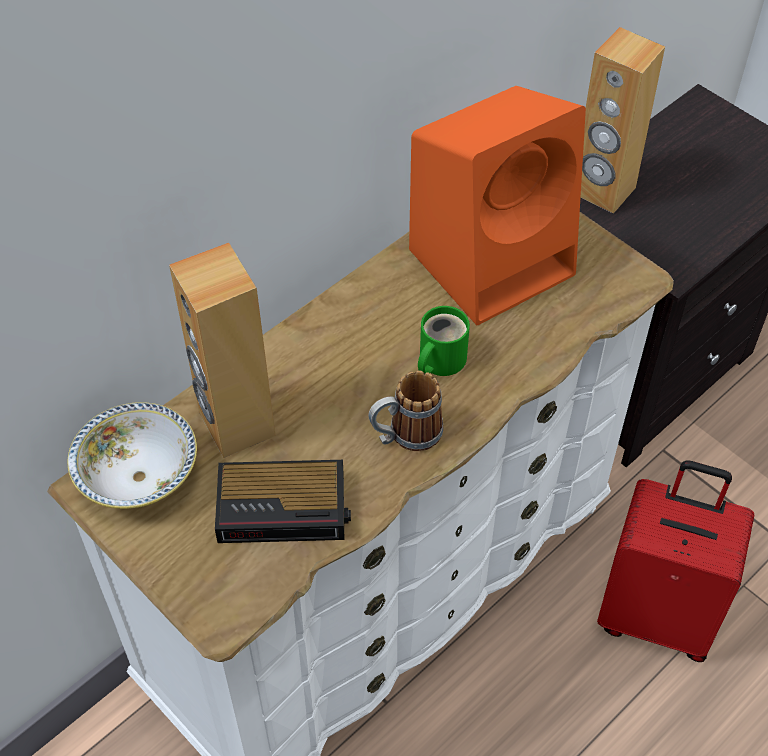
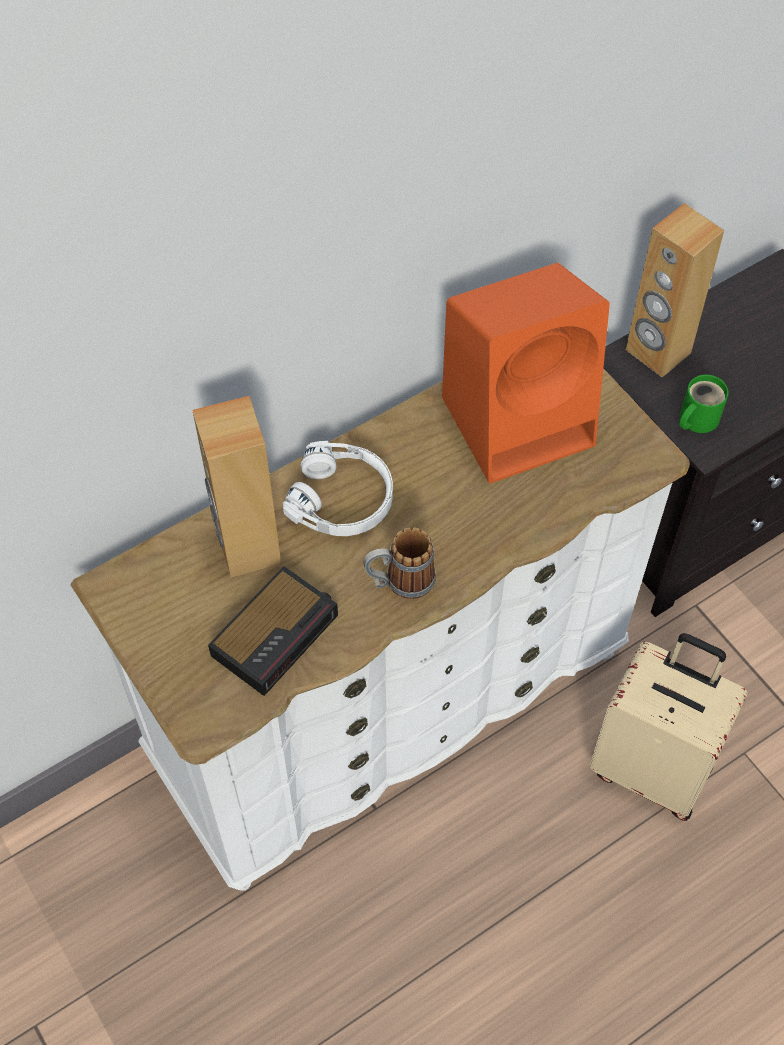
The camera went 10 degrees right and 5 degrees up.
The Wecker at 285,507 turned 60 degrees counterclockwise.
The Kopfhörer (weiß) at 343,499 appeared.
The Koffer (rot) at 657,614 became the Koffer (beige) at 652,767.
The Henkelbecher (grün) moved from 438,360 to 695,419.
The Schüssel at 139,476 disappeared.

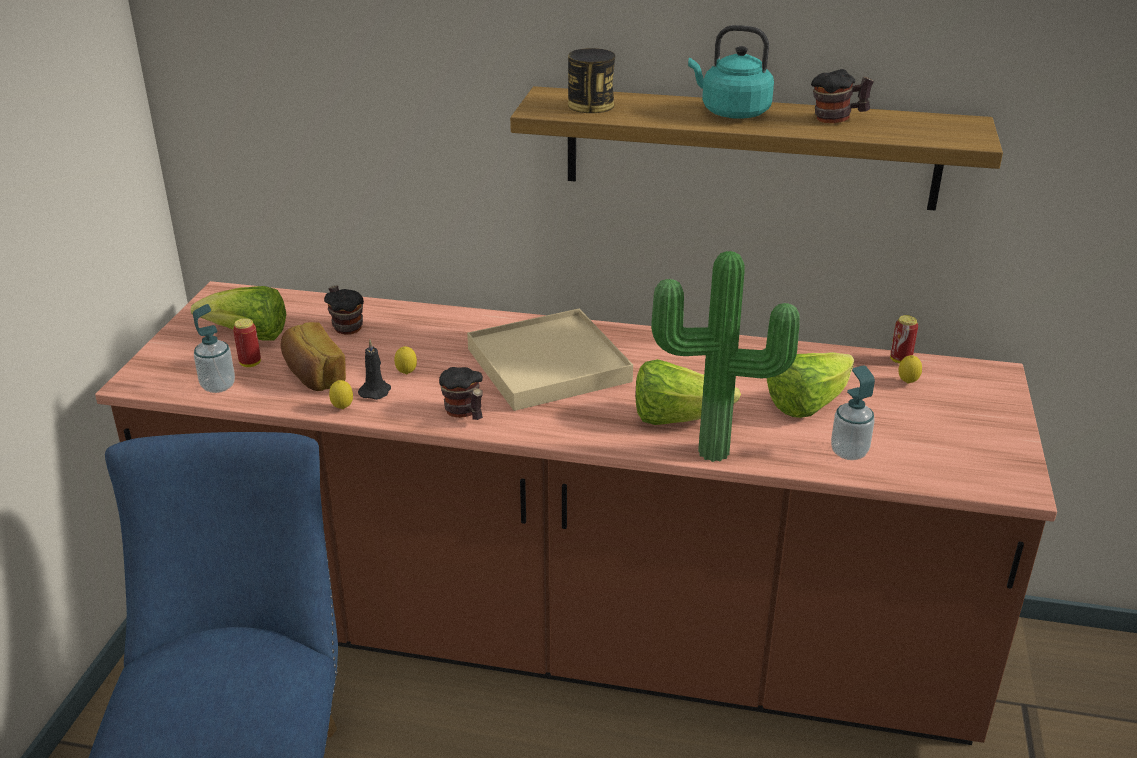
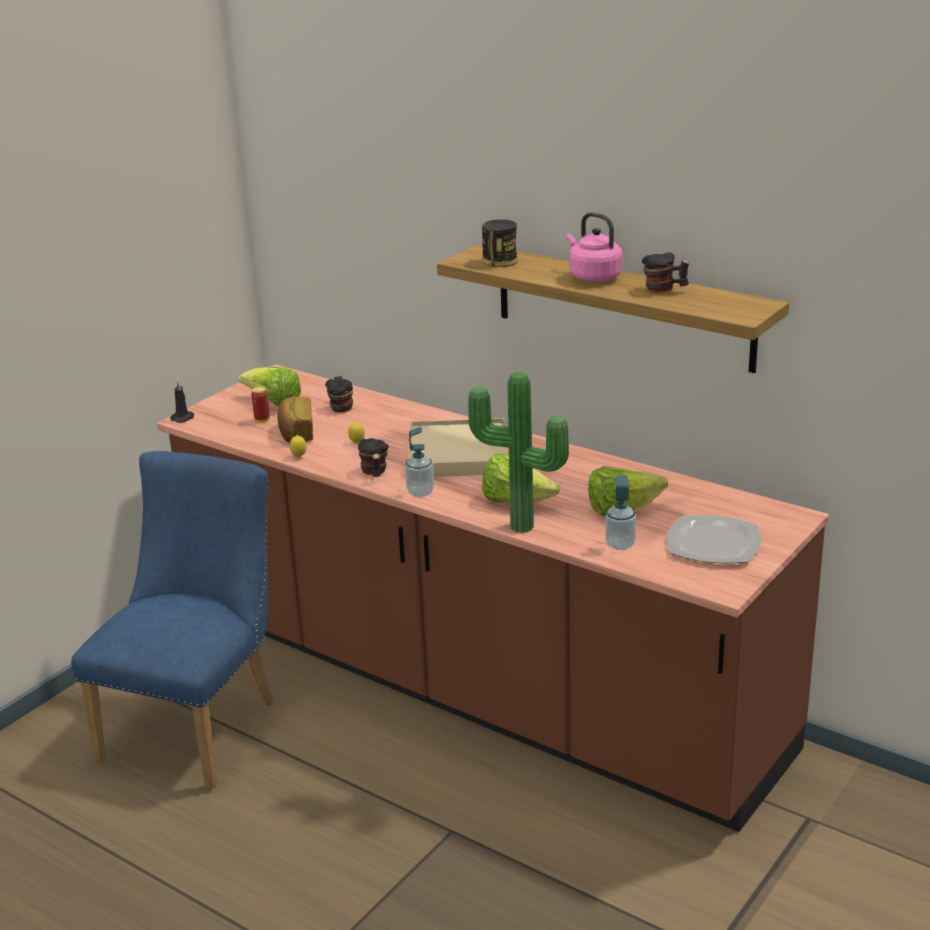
The camera went 25 degrees right and 5 degrees down.
The Kerze (schwarz) moved from 375,391 to 183,418.
The Seifenspender moved from 218,386 to 420,492.
The Wasserkessel (türkis) at 731,112 became the Wasserkessel (rosa) at 593,277.
The Teller at 714,543 appeared.
The Dose at 900,360 disappeared.
The Zitrone at 907,383 disappeared.

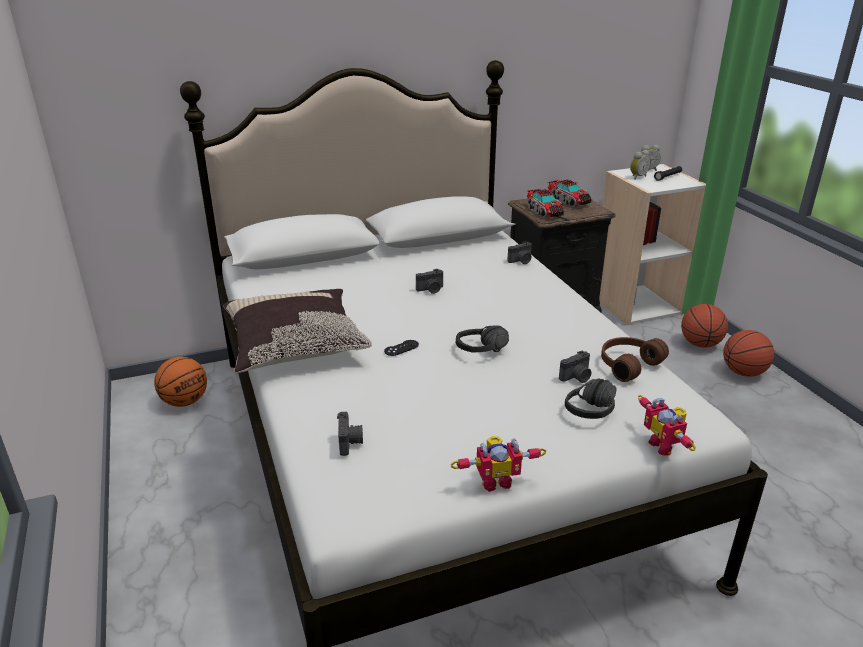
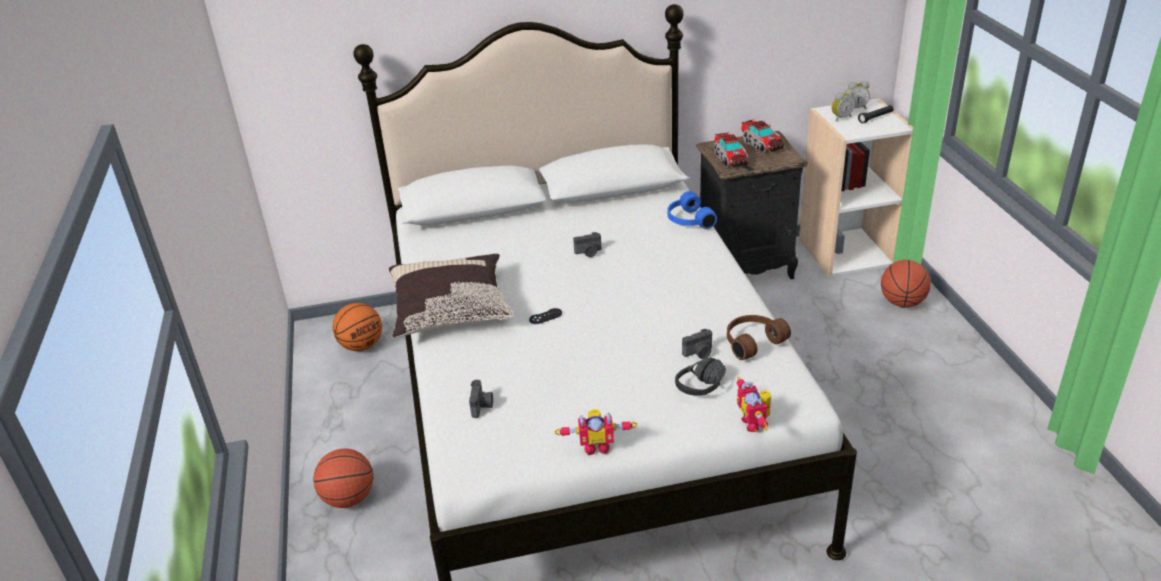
The camera went 10 degrees right and 5 degrees up.
The Basketball moved from 743,372 to 348,498.
The Kamera at 521,261 was replaced by the Kopfhörer (blau) at 688,220.
The Kopfhörer (schwarz) at 485,353 disappeared.

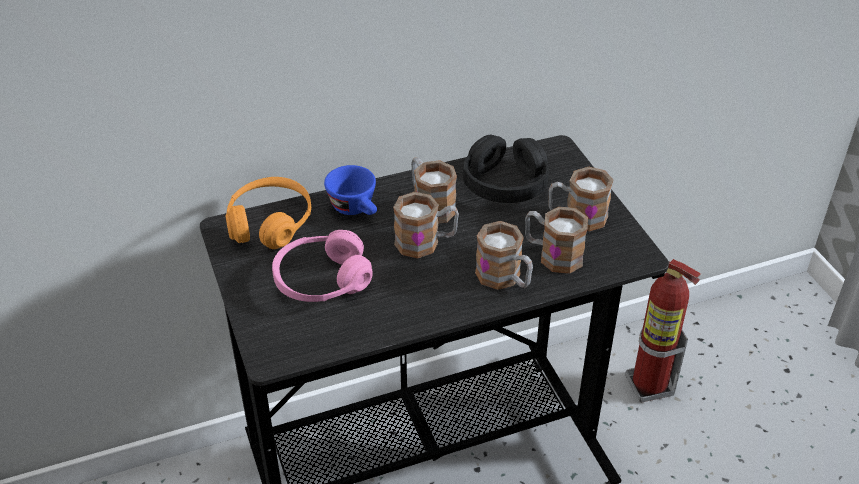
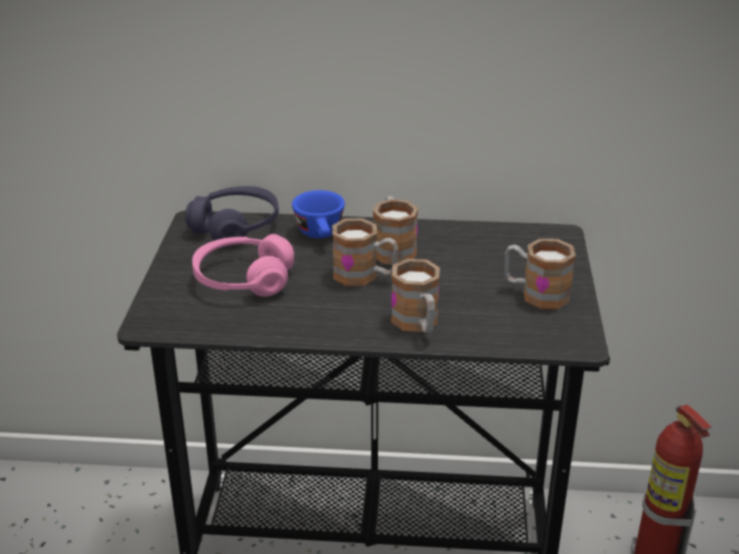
The camera went 25 degrees right and 10 degrees down.
The Kopfhörer (orange) at 270,223 became the Kopfhörer (lila) at 235,227.
The Kopfhörer (schwarz) at 505,182 disappeared.
The Henkelbecher at 552,255 disappeared.

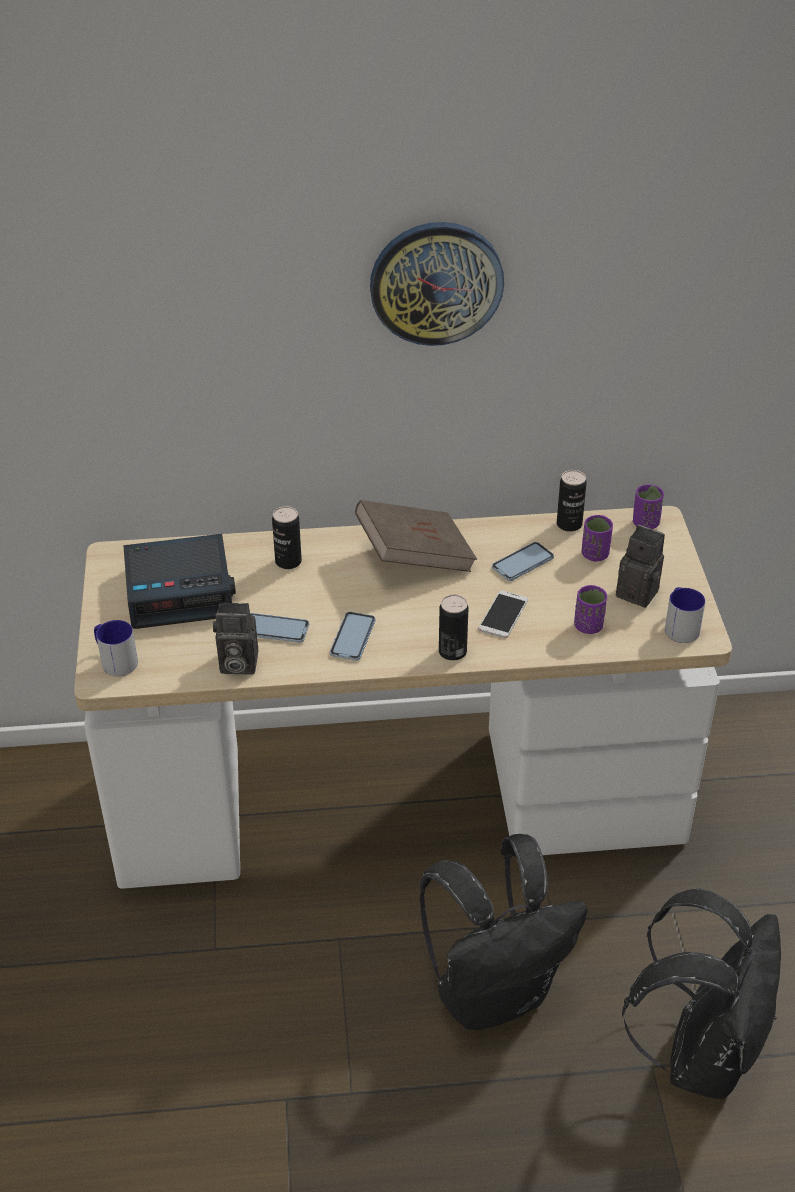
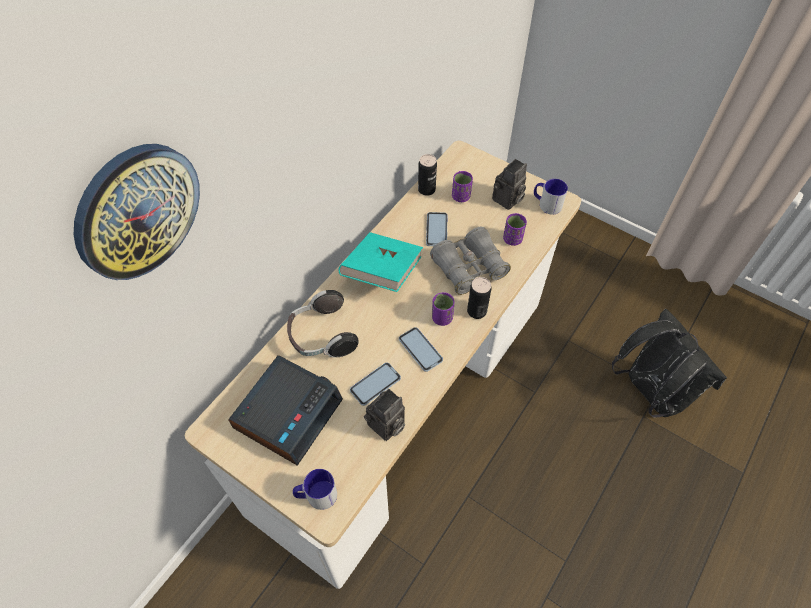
The camera went 50 degrees left and 15 degrees up.
The Wanduhr moved from 436,282 to 137,211.
The Dose at 288,561 was replaced by the Kopfhörer at 321,336.
The Buch (braun) at 415,557 became the Buch (türkis) at 382,272.
The Handy at 503,615 was replaced by the Fernglas (grau) at 469,268.
The Tasse (lila) moved from 645,523 to 442,318.
The Kamera at 640,592 turned 150 degrees clockwise.
The Rucksack (schwarz) at 494,993 disappeared.

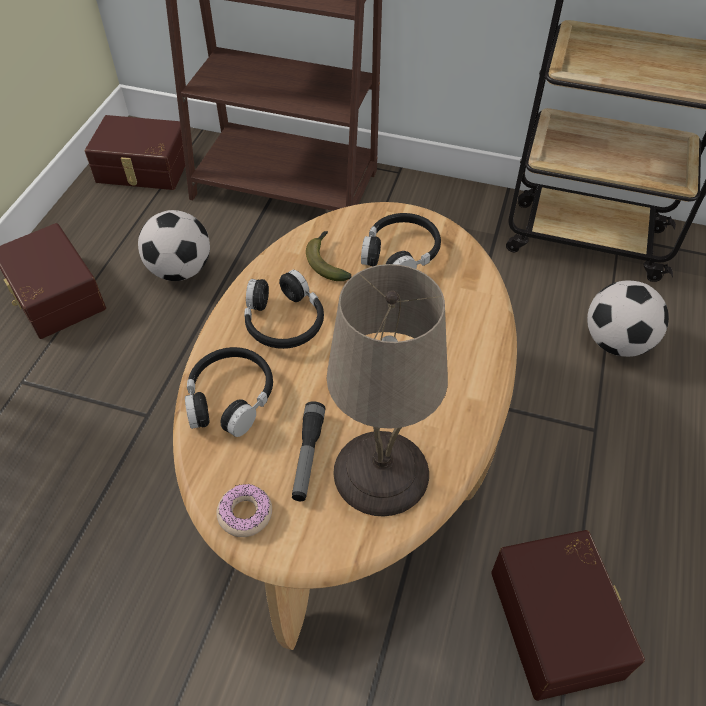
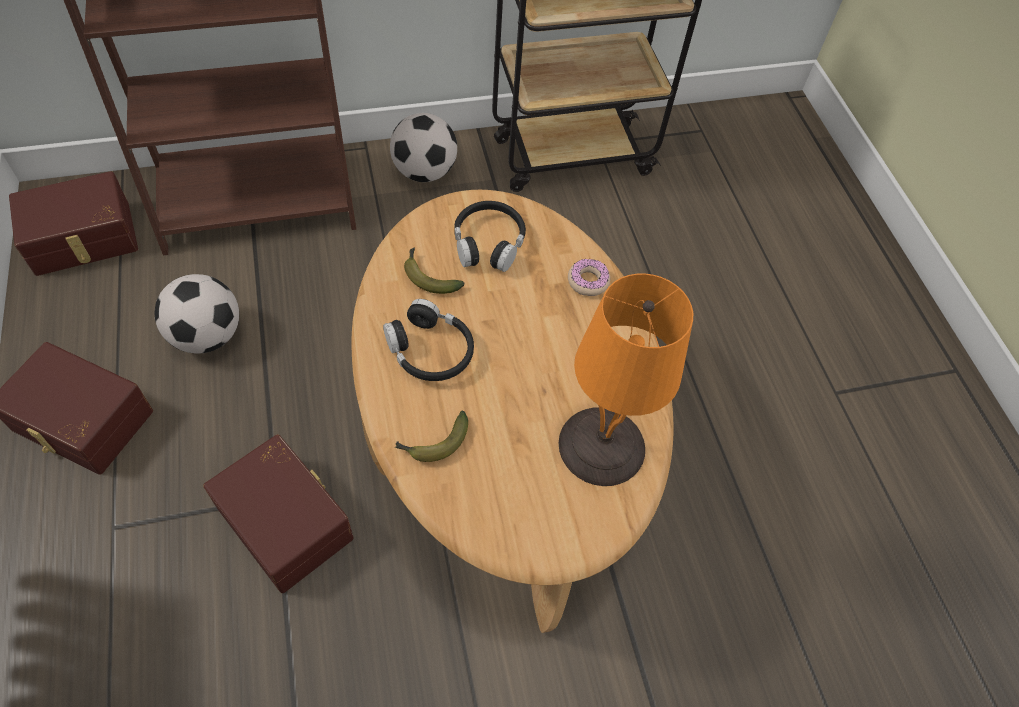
The camera went 35 degrees left and 5 degrees up.
The Aufbewahrungsbox (braun) moved from 559,621 to 287,520.
The Fußball moved from 616,342 to 424,172.
The Kopfhörer (schwarz) at 230,398 was replaced by the Banane at 434,443.
The Tischlampe (beige) at 383,471 became the Tischlampe (orange) at 603,444.
The Donut moved from 245,514 to 588,281.
The Taschenlampe at 307,456 disappeared.

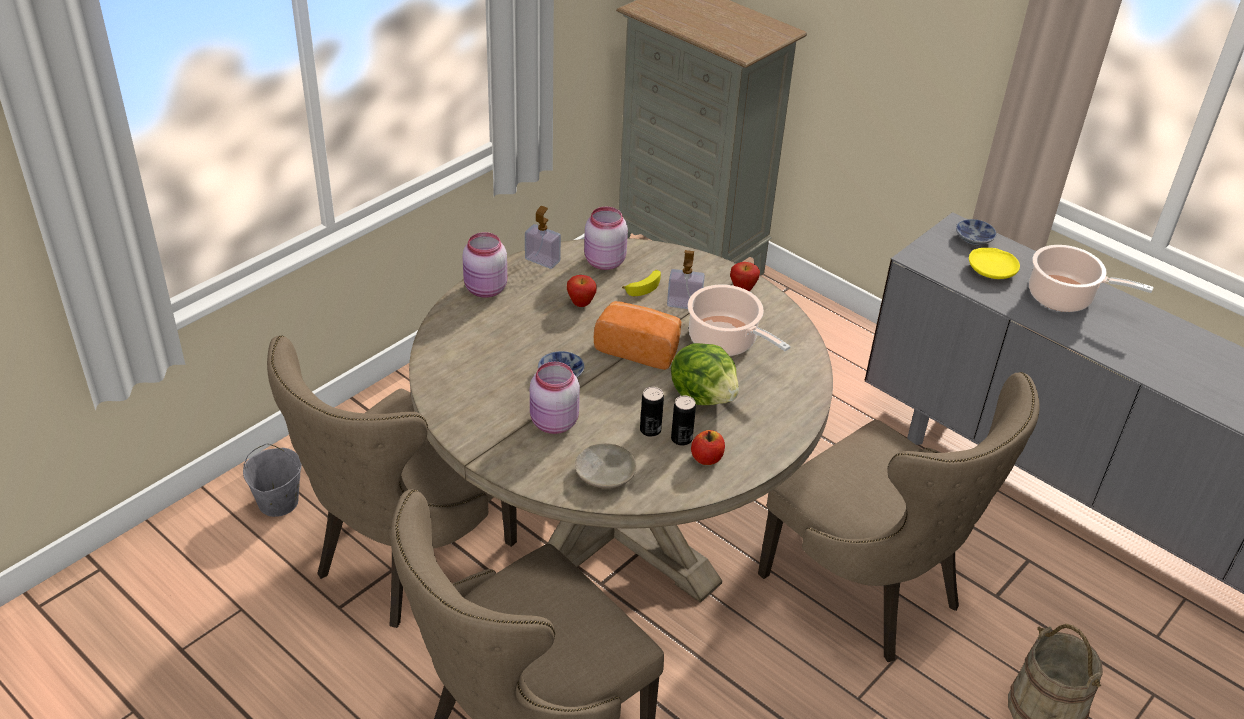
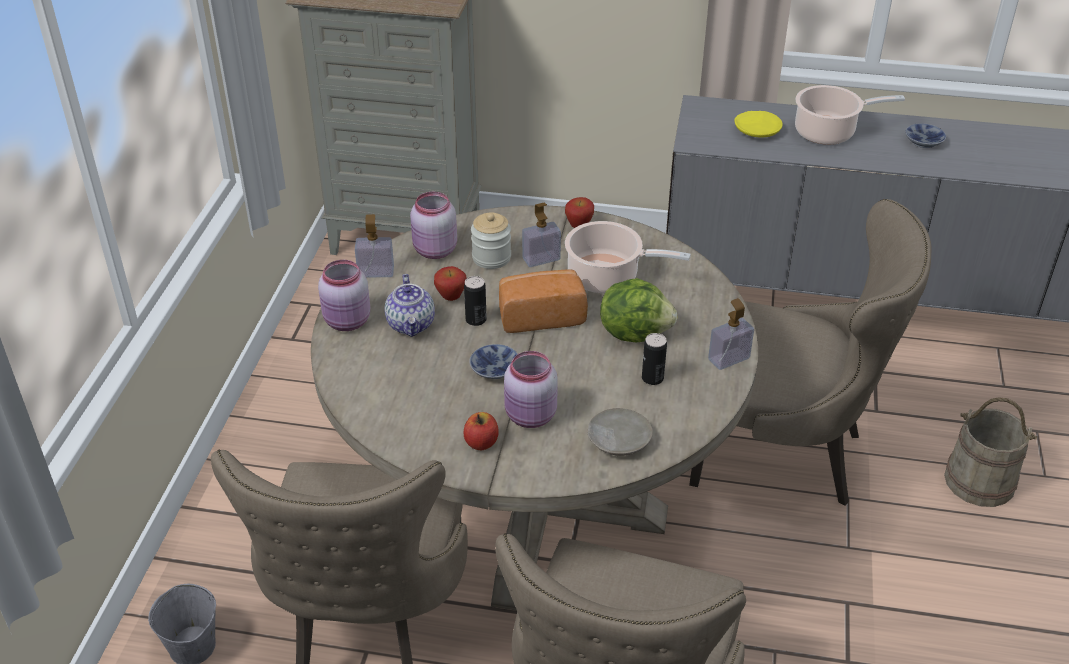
The camera went 30 degrees left and 0 degrees up.
The Teekanne at 411,324 appeared.
The Dose moved from 650,430 to 476,320.
The Apfel moved from 707,458 to 481,442.
The Banane at 644,286 was replaced by the Vorratsglas at 491,258.
The Seifenspender at 728,359 appeared.
The Schüssel moved from 973,239 to 924,143.

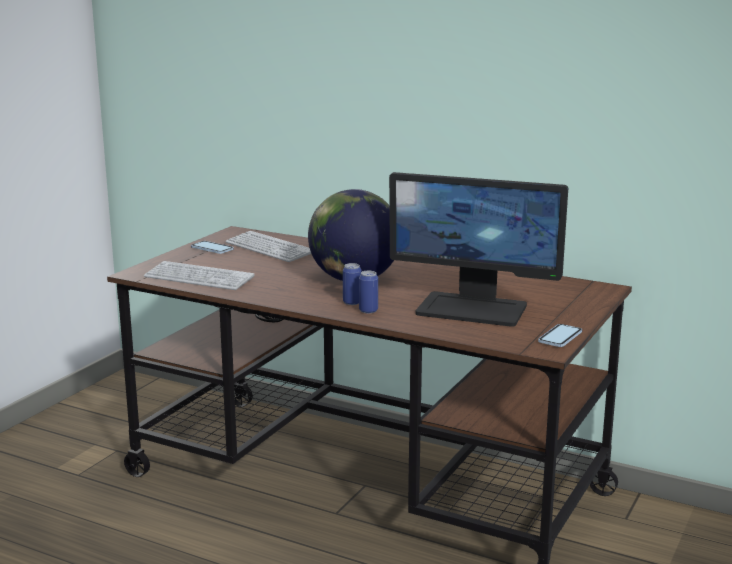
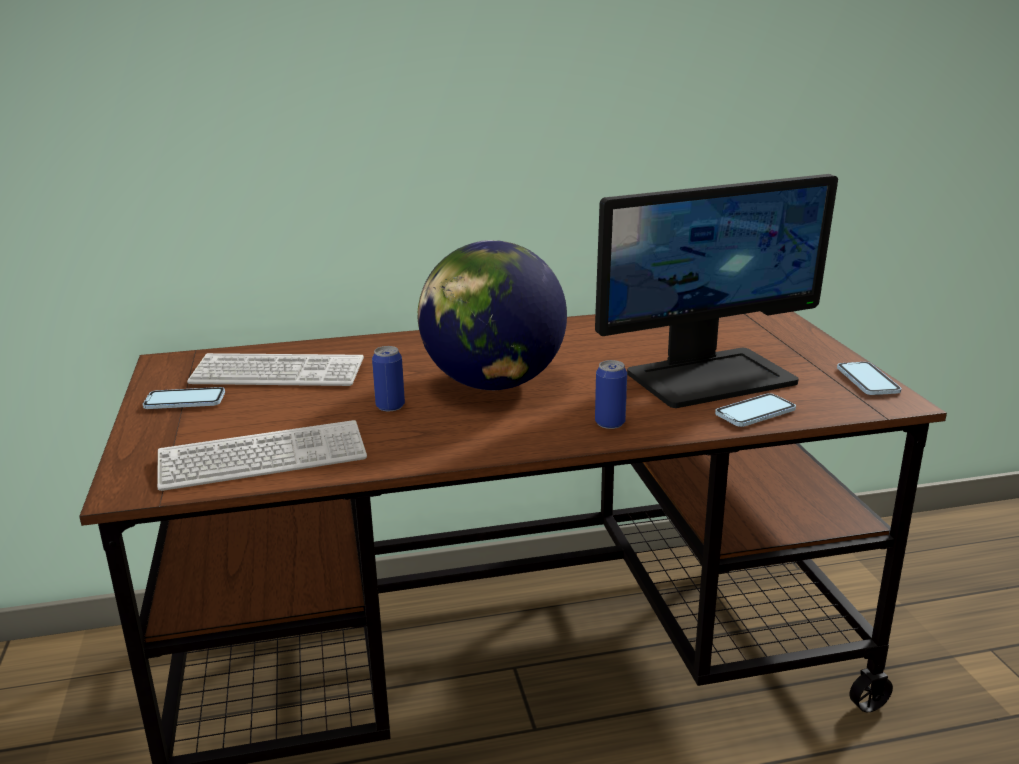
The camera went 40 degrees left and 5 degrees up.
The Dose moved from 352,302 to 390,406.
The Handy at 755,413 appeared.

